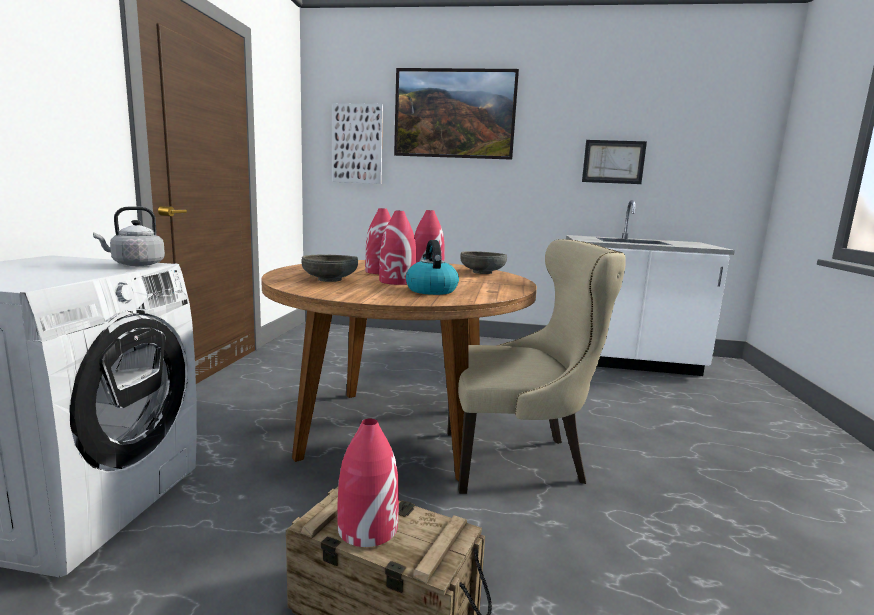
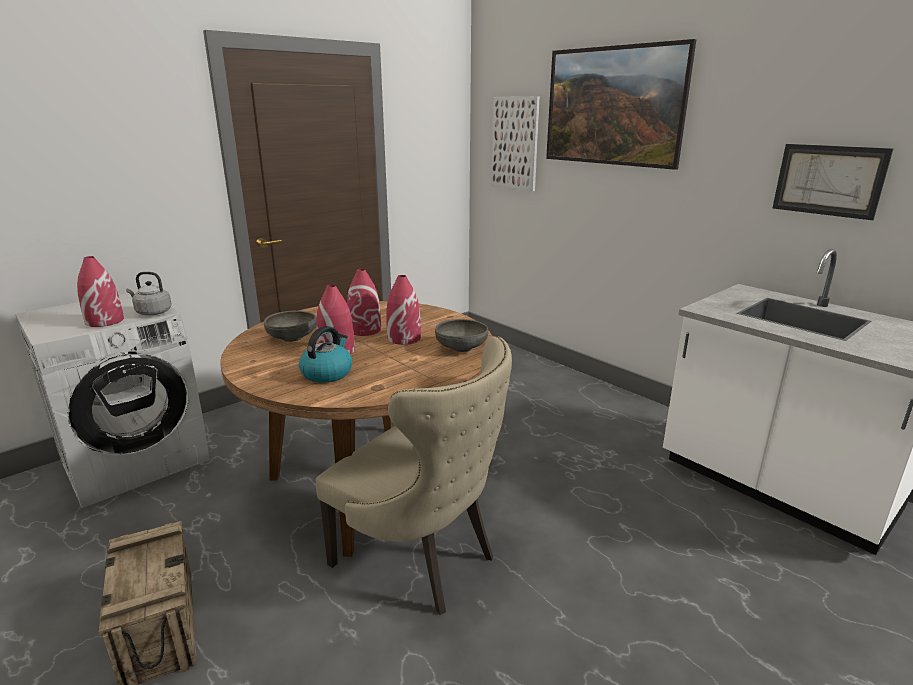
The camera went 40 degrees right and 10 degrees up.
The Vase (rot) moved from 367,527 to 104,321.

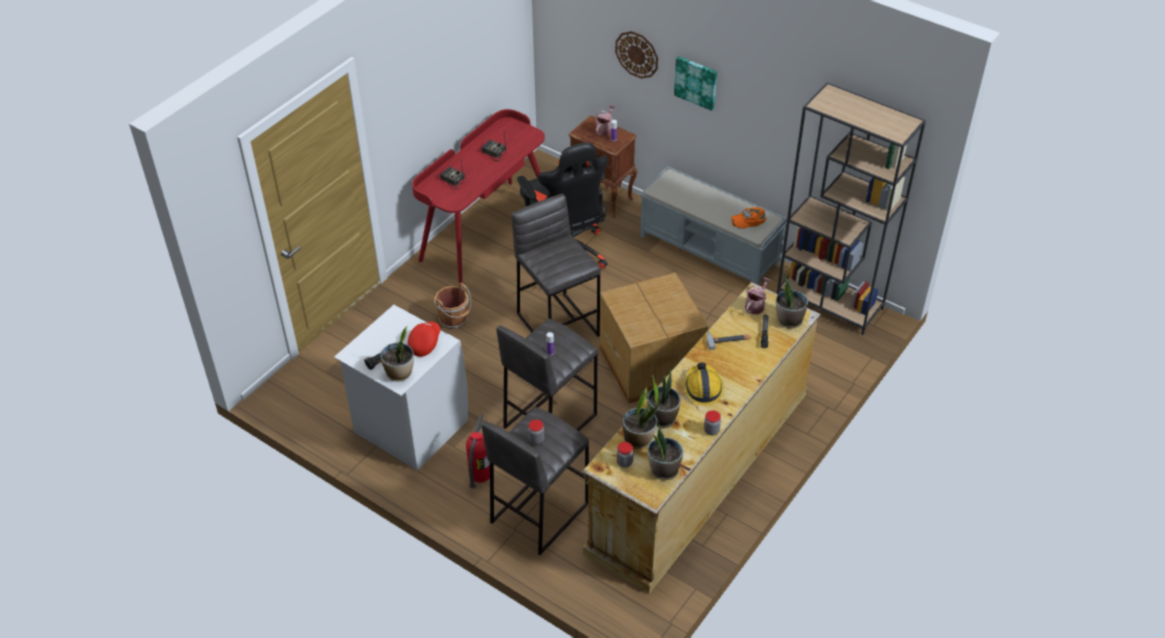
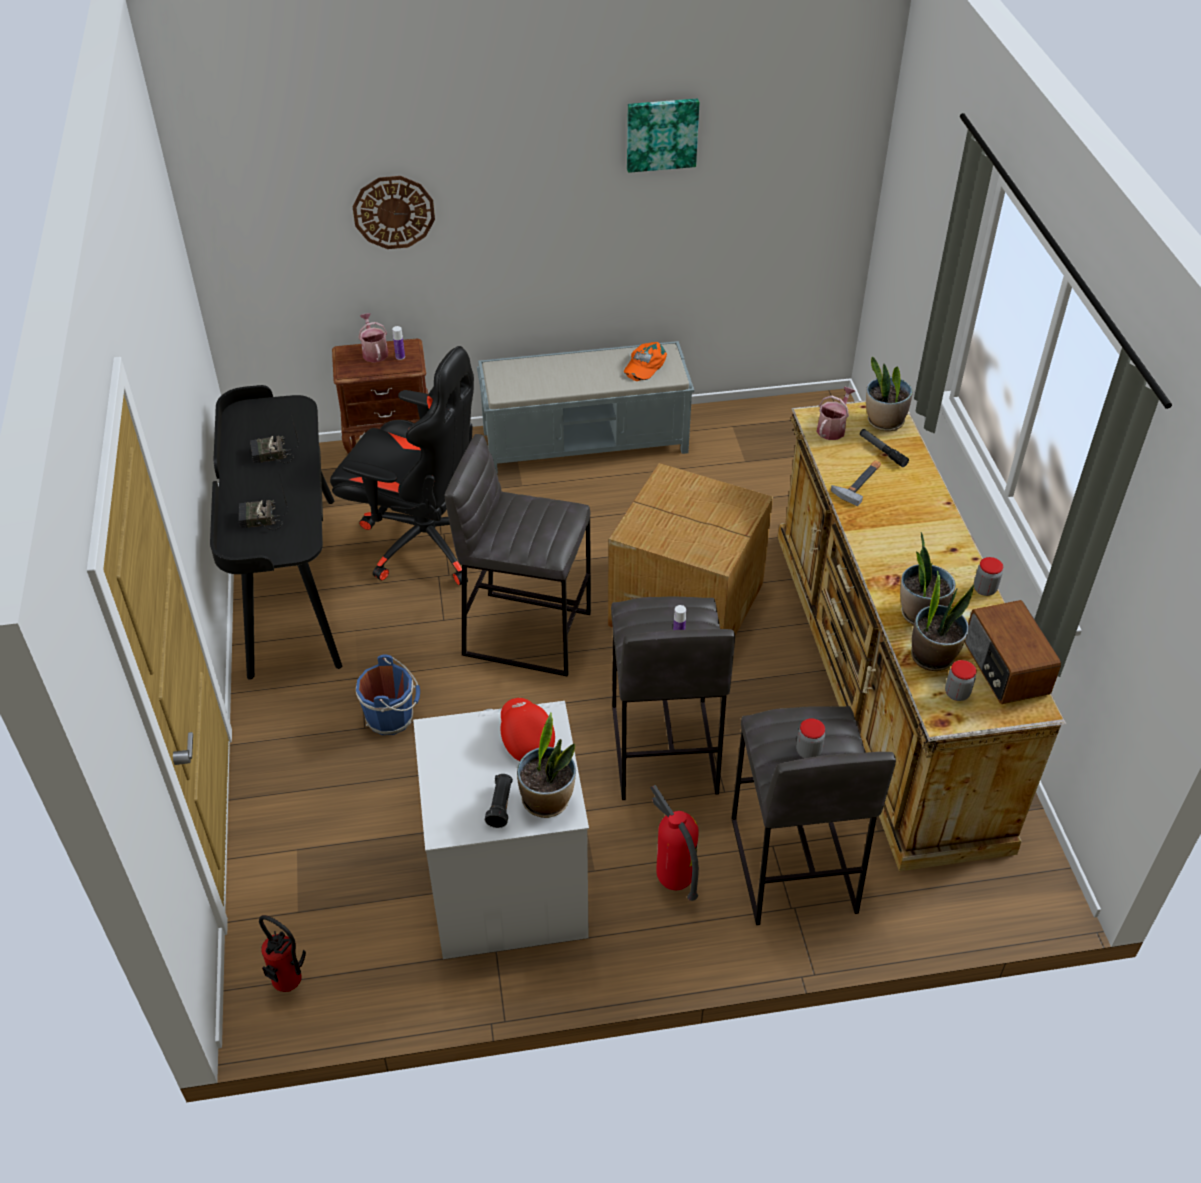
The camera went 45 degrees left and 0 degrees up.
The Schreibtisch (rot) at 485,229 became the Schreibtisch (schwarz) at 290,584.
The Feuerlöscher at 290,986 appeared.
The Eimer (braun) at 454,320 became the Eimer (blau) at 392,717.
The Bild moved from 696,82 to 661,134.
The Gießkanne at 756,305 turned 45 degrees clockwise.
The Topfpflanze at 664,469 was replaced by the Radio at 1004,668.
The Schutzhelm at 702,388 disappeared.
The Bücherregal at 830,301 disappeared.

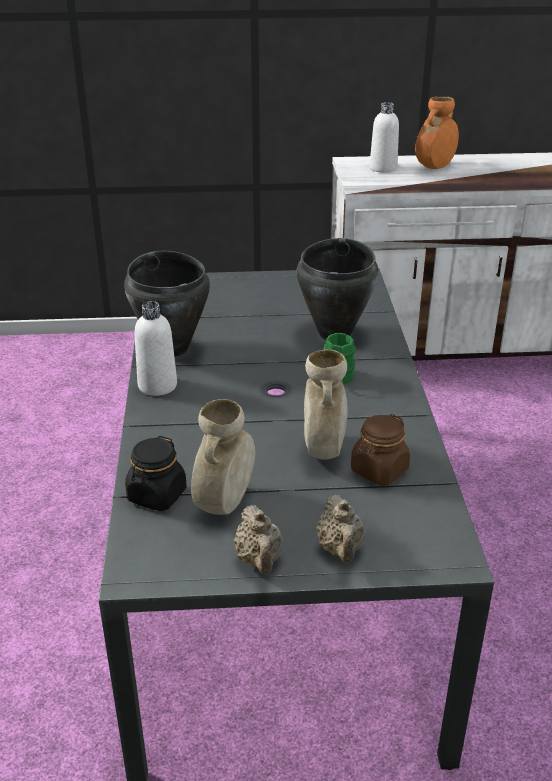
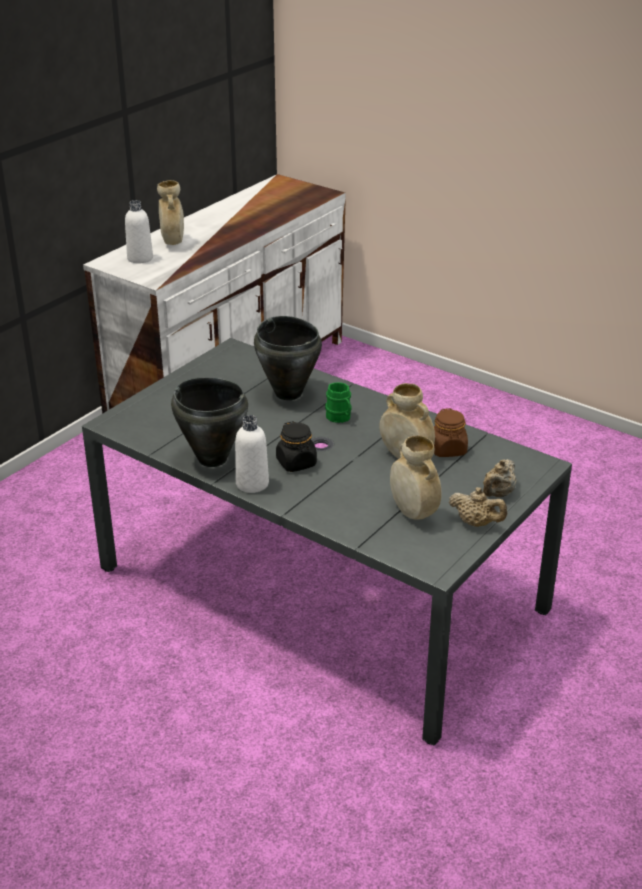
The camera went 50 degrees left and 0 degrees up.
The Vase (orange) at 434,167 became the Vase (beige) at 173,242.
The Vorratsglas (schwarz) moved from 157,495 to 296,463.
The Teekanne (beige) at 340,549 turned 90 degrees clockwise.

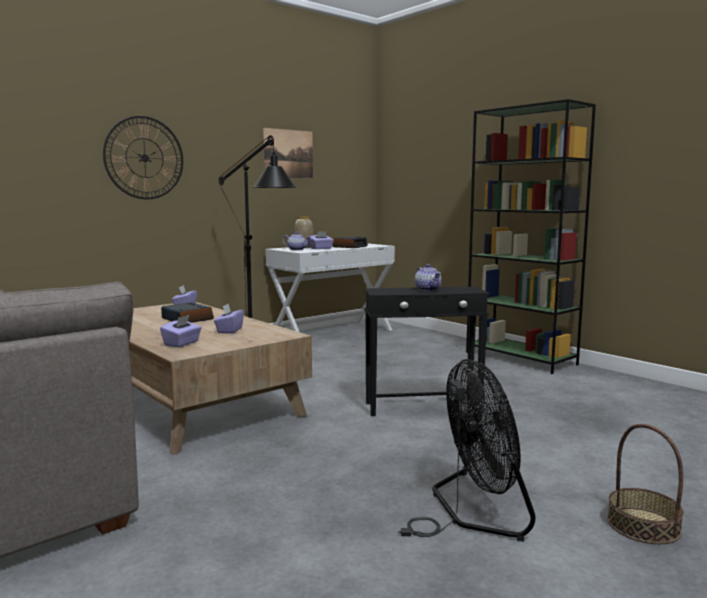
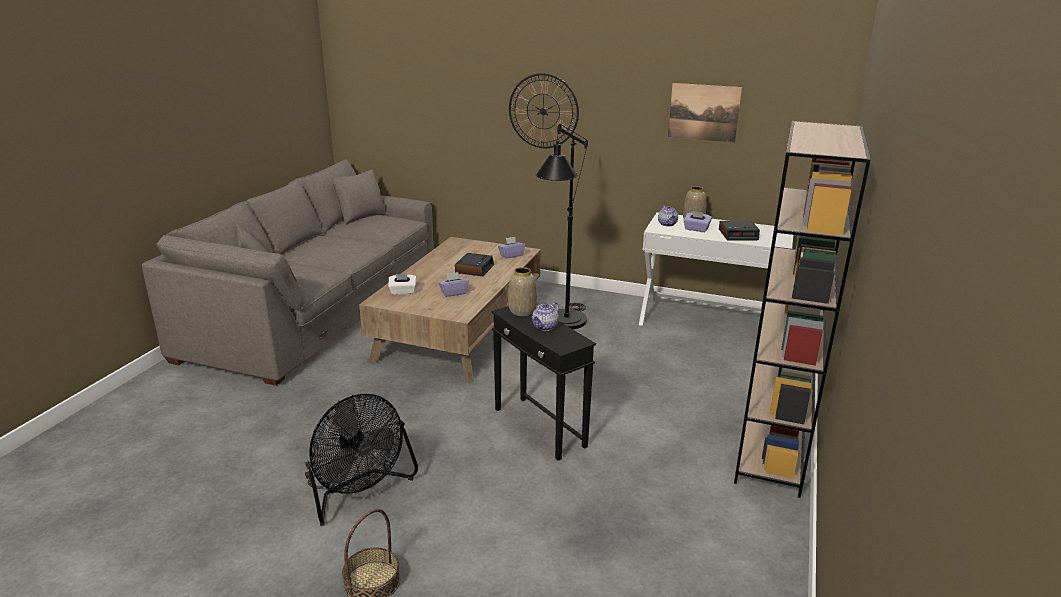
The camera went 60 degrees right and 15 degrees up.
The Taschentuchbox (lila) at 182,343 became the Taschentuchbox (weiß) at 403,292.
The Vase at 522,311 appeared.
The Bücherregal (grün) at 521,358 became the Bücherregal (beige) at 771,451.

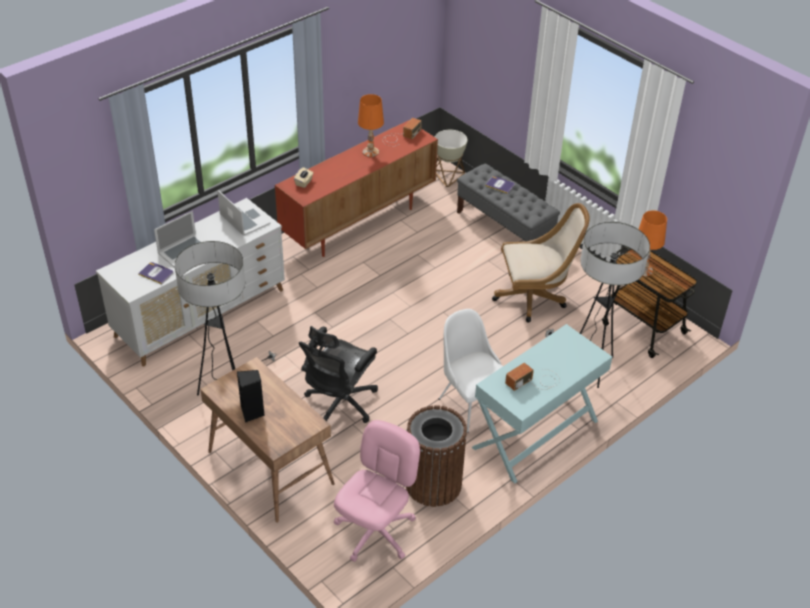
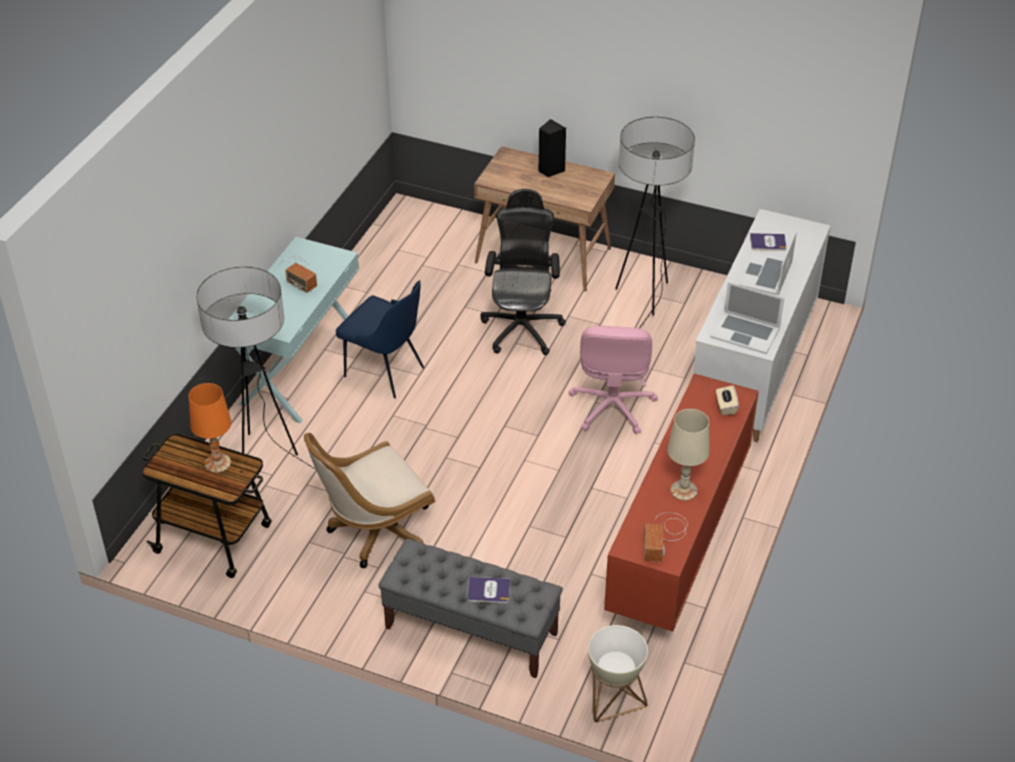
The camera went 155 degrees right and 0 degrees up.
The Radio at 534,381 turned 105 degrees clockwise.
The Stuhl (weiß) at 470,406 became the Stuhl (blau) at 385,372.
The Bürostuhl (rosa) moved from 375,531 to 612,406.
The Tischlampe (orange) at 370,152 became the Tischlampe (beige) at 684,490.
The Mülleimer (braun) at 433,484 disappeared.

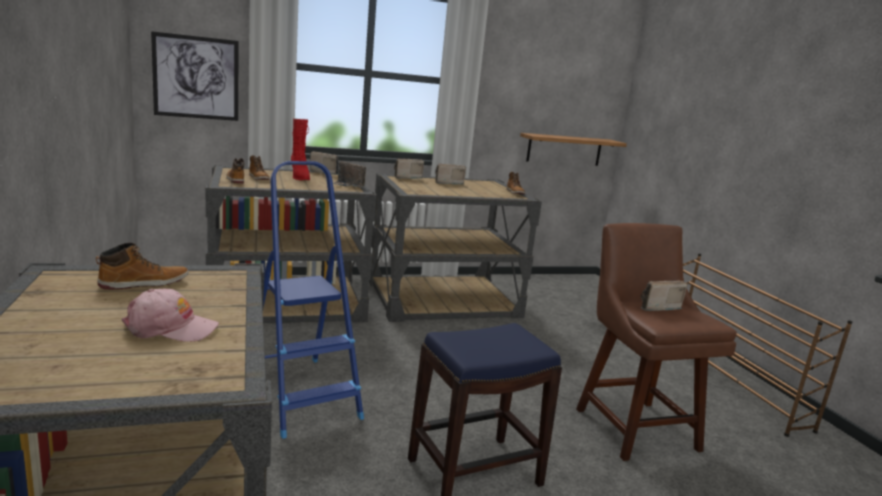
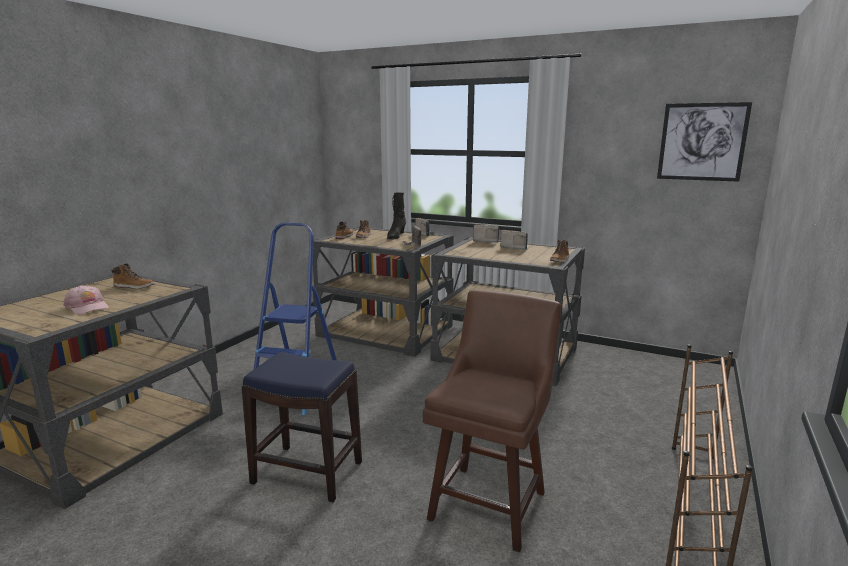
The camera went 45 degrees right and 0 degrees up.
The Stiefel (rot) at 299,177 became the Stiefel (schwarz) at 395,237.
The Bild moved from 196,77 to 702,142.
The Wandregal at 564,149 disappeared.
The Radio at 655,307 disappeared.

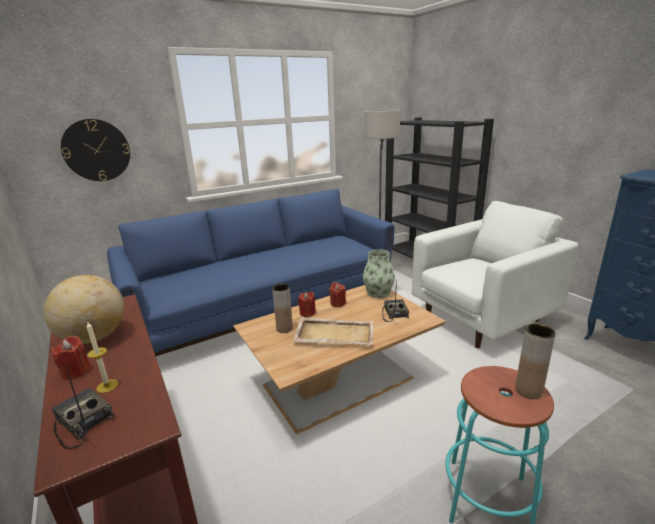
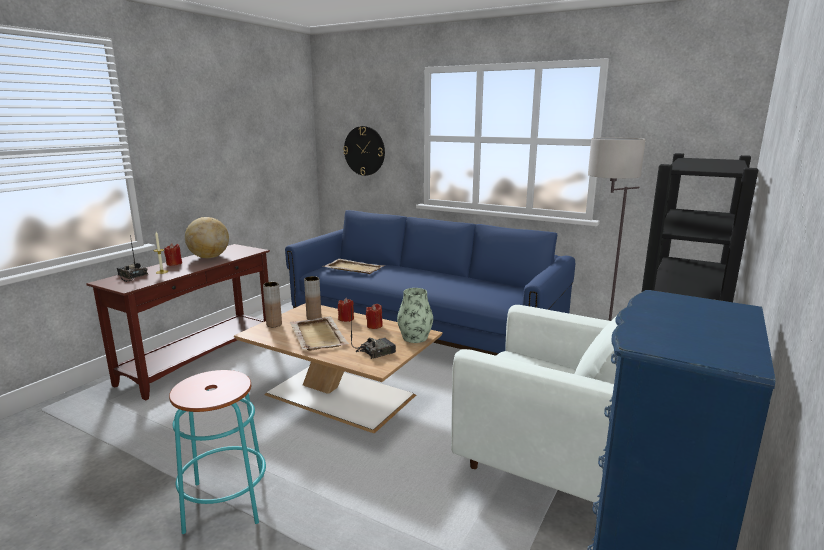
The camera went 60 degrees right and 5 degrees down.
The Radio at 82,422 turned 60 degrees counterclockwise.
The Vase (braun) moved from 528,390 to 274,324.
The Tablett (beige) at 353,268 appeared.

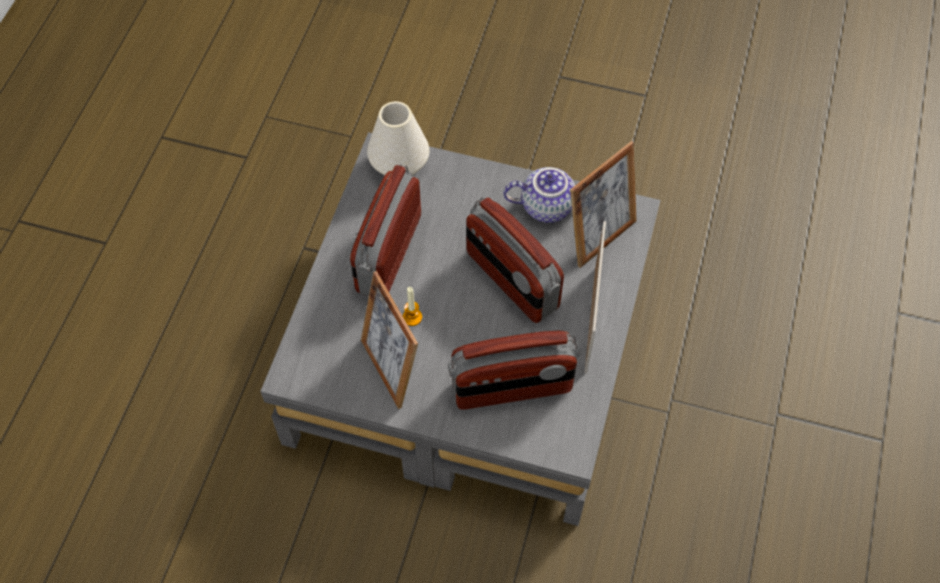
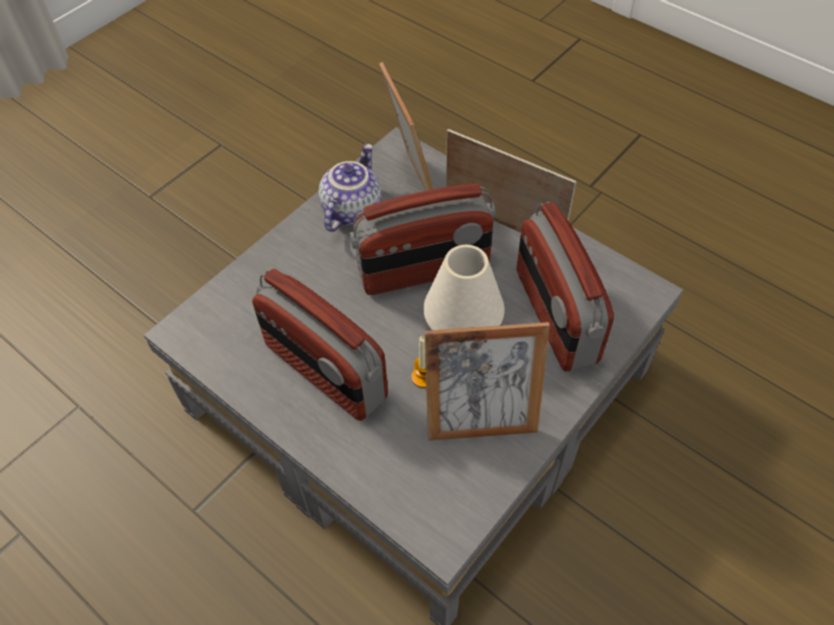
The camera went 65 degrees left and 5 degrees down.
The Vase (weiß) moved from 399,164 to 462,326.
The Radio at 512,388 turned 150 degrees clockwise.

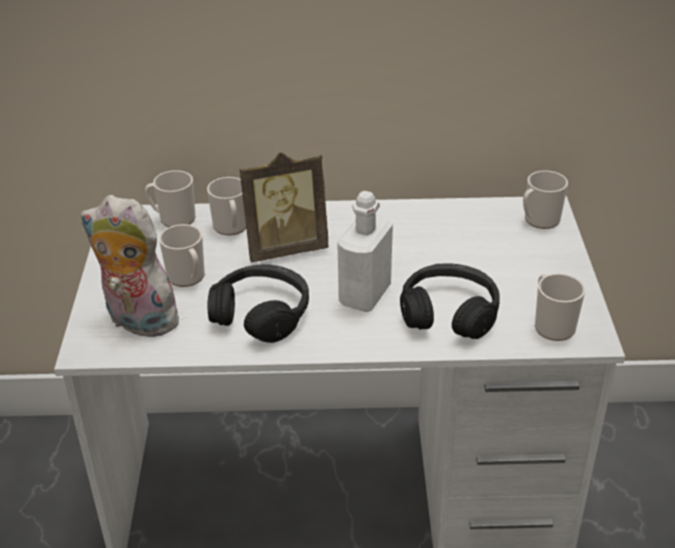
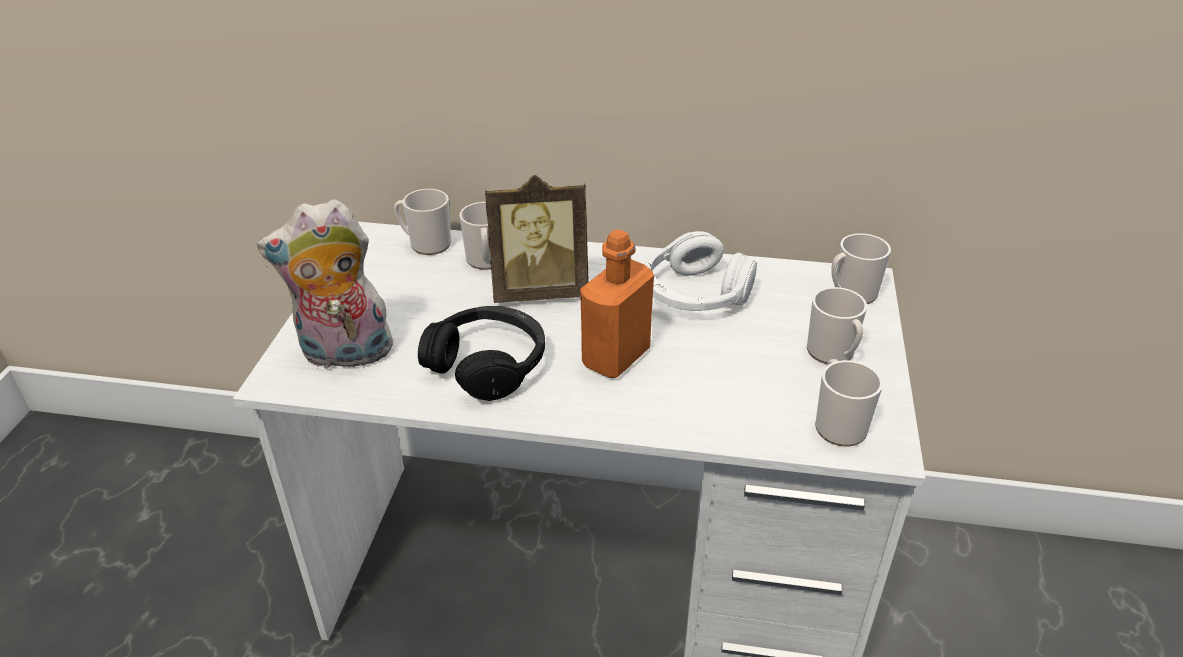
The camera went 10 degrees right and 0 degrees up.
The Plüschtier at 137,321 turned 45 degrees counterclockwise.
The Flasche (weiß) at 365,295 became the Flasche (orange) at 616,357.
The Kopfhörer (weiß) at 694,294 appeared.
The Henkelbecher moved from 188,278 to 833,354.
The Kopfhörer (schwarz) at 449,313 disappeared.

